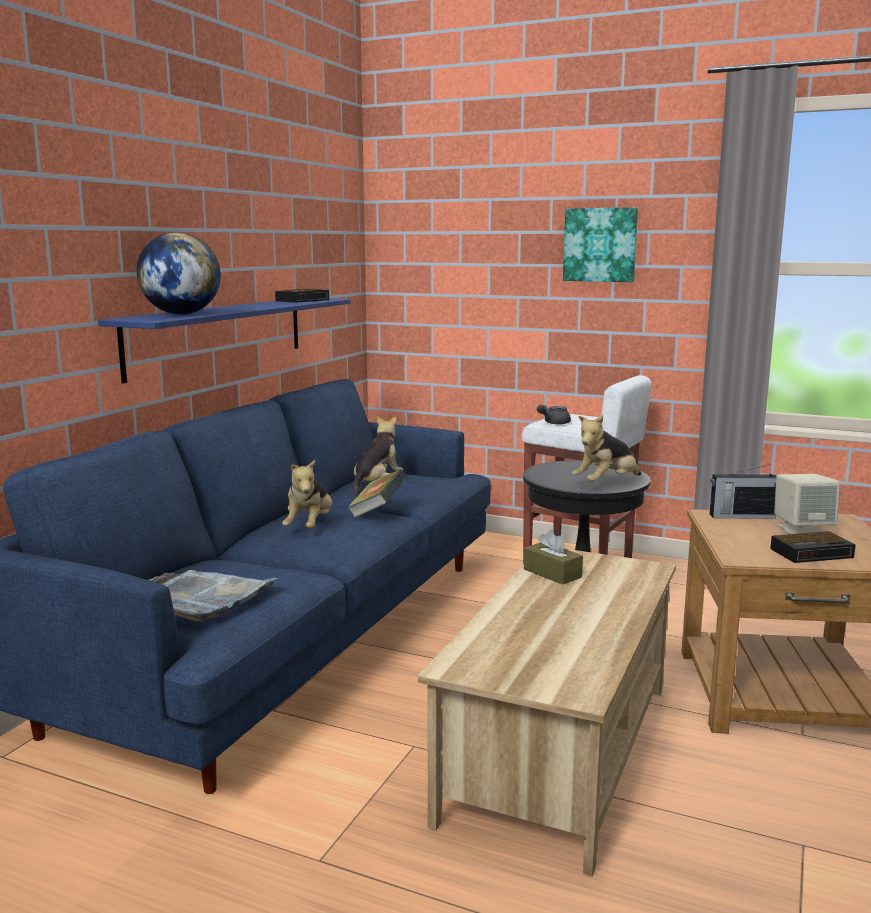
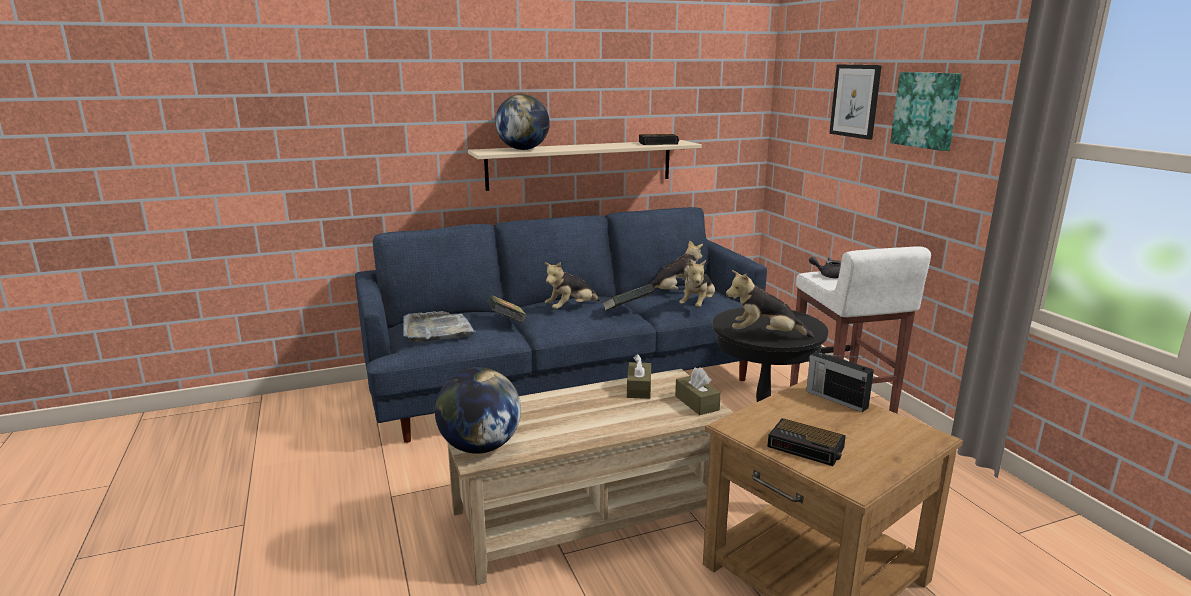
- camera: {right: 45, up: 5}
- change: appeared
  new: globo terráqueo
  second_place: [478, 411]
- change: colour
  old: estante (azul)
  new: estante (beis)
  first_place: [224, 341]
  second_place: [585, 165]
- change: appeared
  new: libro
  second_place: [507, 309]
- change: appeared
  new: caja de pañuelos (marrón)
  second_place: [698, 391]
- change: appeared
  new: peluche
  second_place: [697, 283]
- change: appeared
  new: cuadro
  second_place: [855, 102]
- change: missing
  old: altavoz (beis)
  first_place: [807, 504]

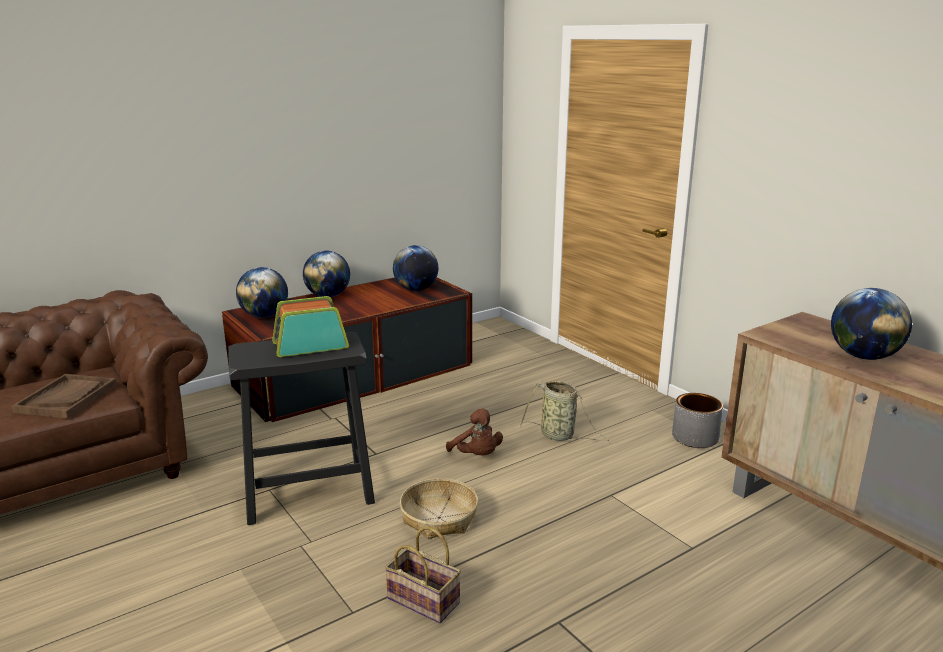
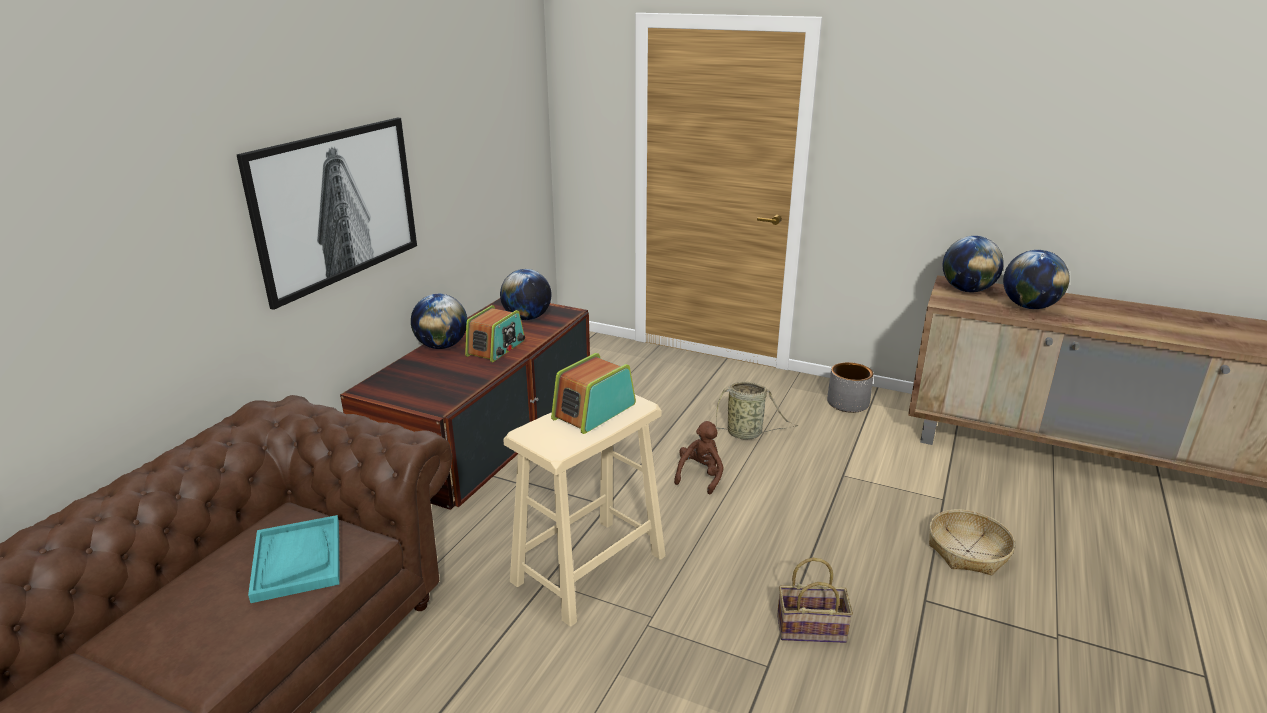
- camera: {right: -30, up: 5}
- change: appeared
  new: cuadro
  second_place: [326, 214]
- change: colour
  old: bandeja (marrón)
  new: bandeja (turquesa)
  first_place: [64, 396]
  second_place: [294, 559]
- change: appeared
  new: radio
  second_place: [495, 333]
- change: colour
  old: taburete (negro)
  new: taburete (beis)
  first_place: [301, 428]
  second_place: [584, 511]
- change: spun
  old: peluche (marrón)
  first_place: [474, 432]
  second_place: [699, 457]
  degrees: -90
- change: relocated
  old: cesta
  first_place: [439, 508]
  second_place: [972, 542]
- change: relocated
  old: globo terráqueo
  first_place: [262, 292]
  second_place: [973, 264]

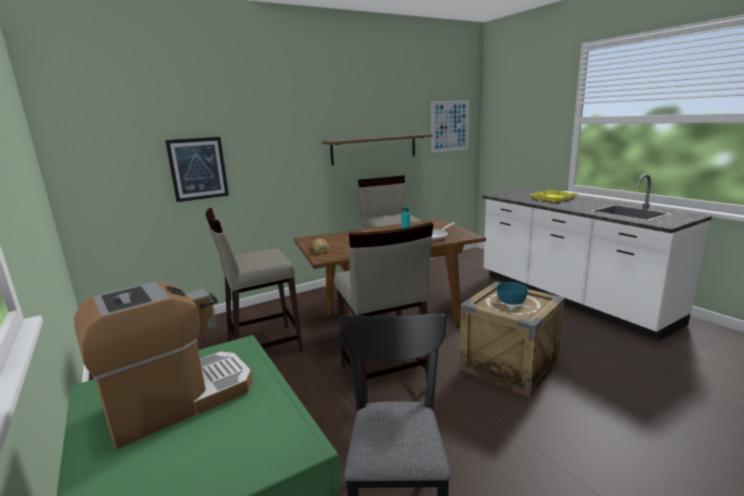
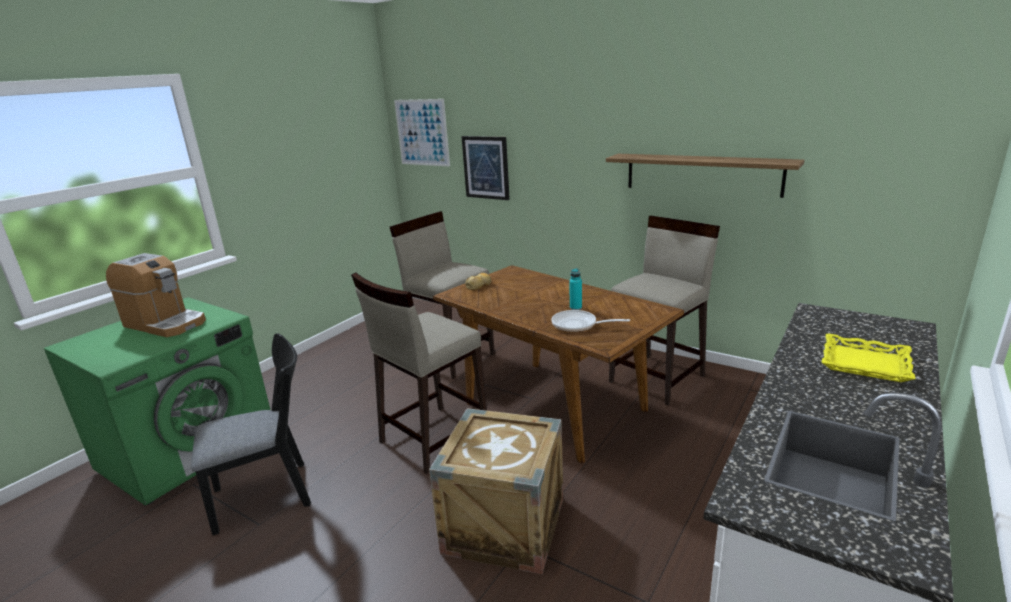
- camera: {right: 65, up: 5}
- change: relocated
  old: cuadro
  first_place: [450, 126]
  second_place: [422, 132]
- change: missing
  old: cuenco (turquesa)
  first_place: [512, 293]

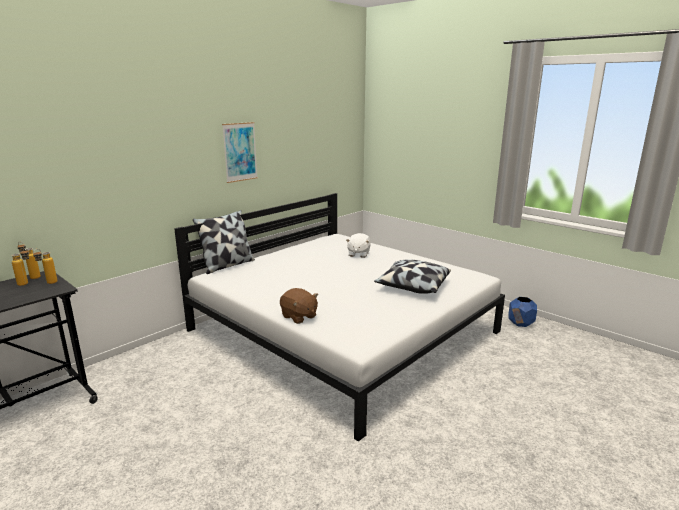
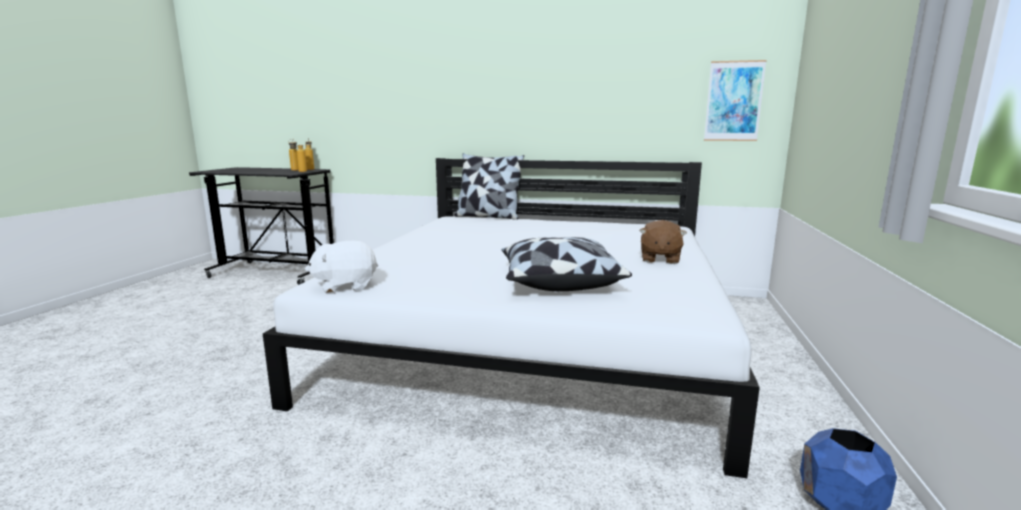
- camera: {right: 60, up: -5}
- change: relocated
  old: peluche (blanco)
  first_place: [358, 245]
  second_place: [341, 267]
- change: relocated
  old: peluche (marrón)
  first_place: [299, 306]
  second_place: [663, 242]
- change: relocated
  old: cuadro
  first_place: [240, 152]
  second_place: [735, 100]

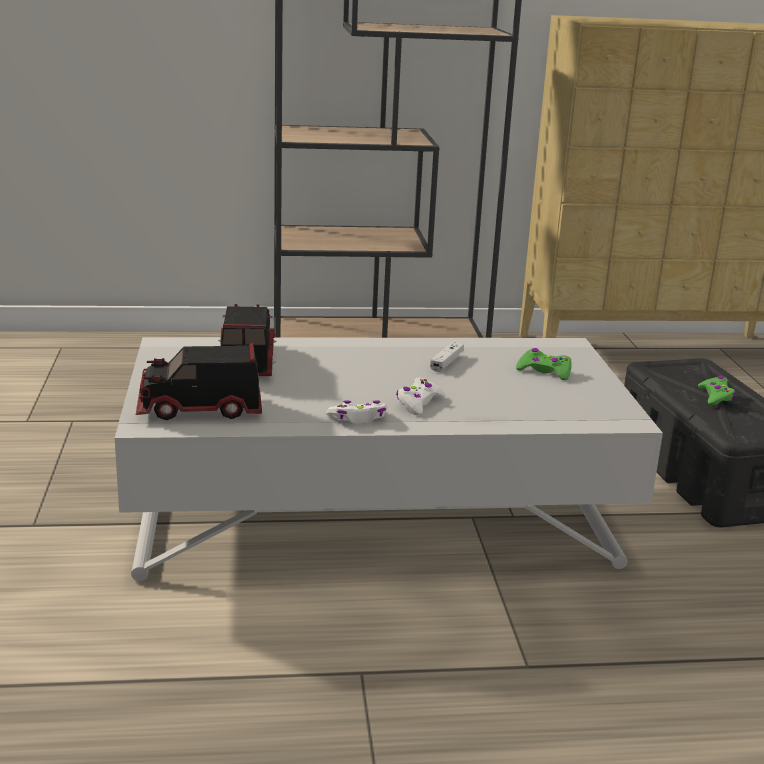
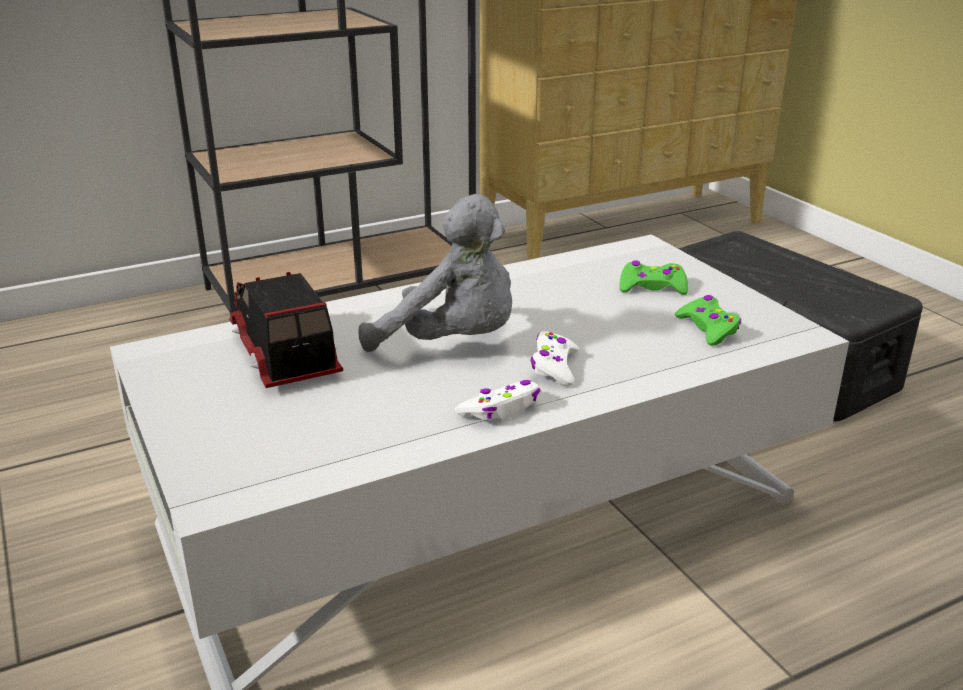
- camera: {right: -20, up: 5}
- change: appeared
  new: peluche (gris)
  second_place: [435, 273]
- change: relocated
  old: mando de consola (verde)
  first_place: [716, 390]
  second_place: [708, 320]
- change: missing
  old: camión de juguete
  first_place: [199, 381]
- change: missing
  old: mando de consola (blanco)
  first_place: [447, 357]

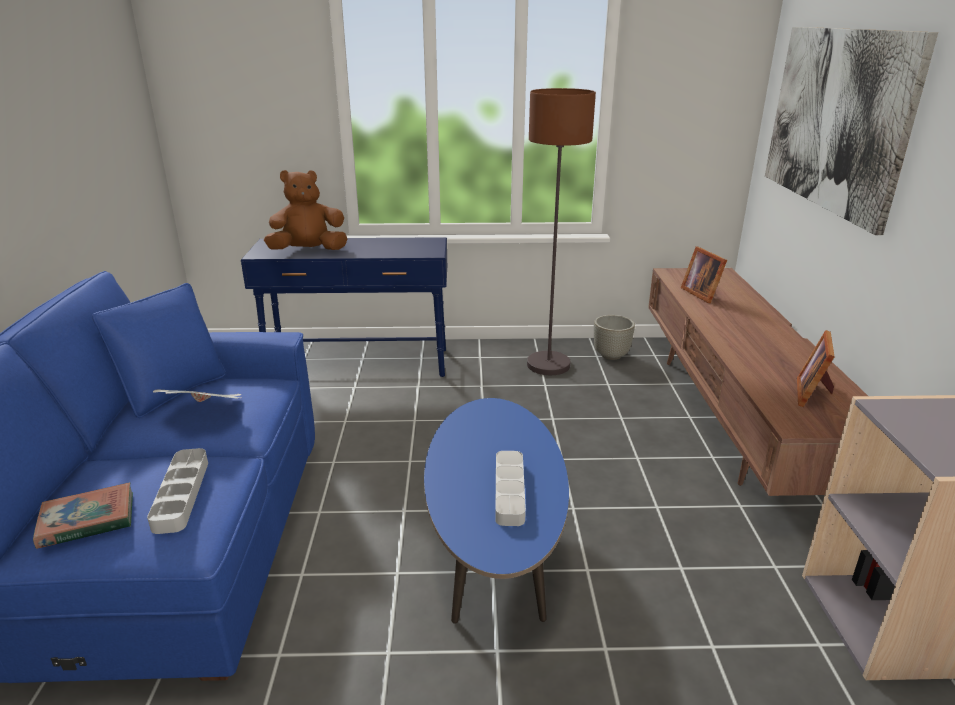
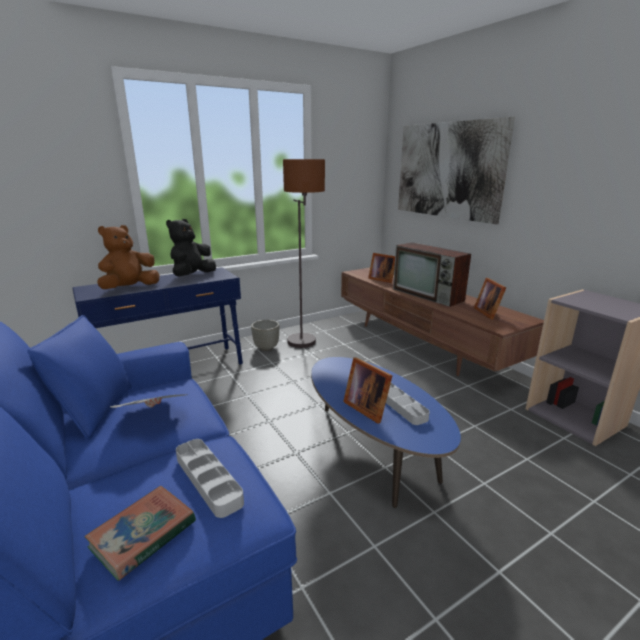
- camera: {right: -30, up: -5}
- change: appeared
  new: peluche (negro)
  second_place: [191, 247]
- change: relocated
  old: maceta (gris)
  first_place: [614, 337]
  second_place: [265, 335]
- change: appeared
  new: portarretratos
  second_place: [367, 390]
- change: appeared
  new: televisor
  second_place: [432, 274]

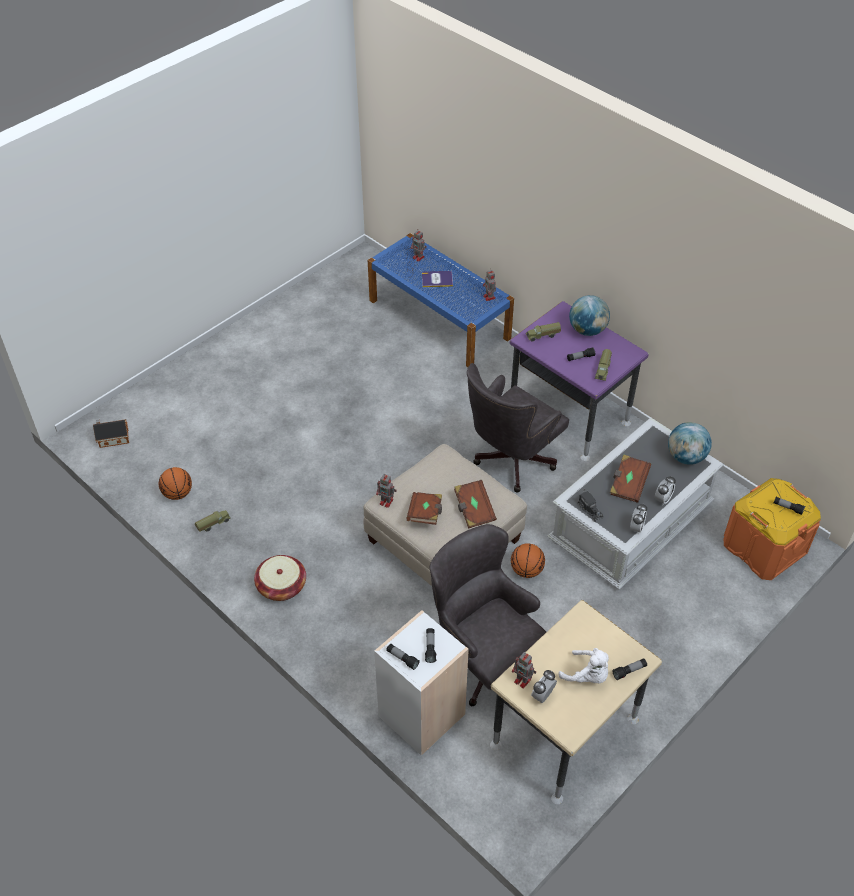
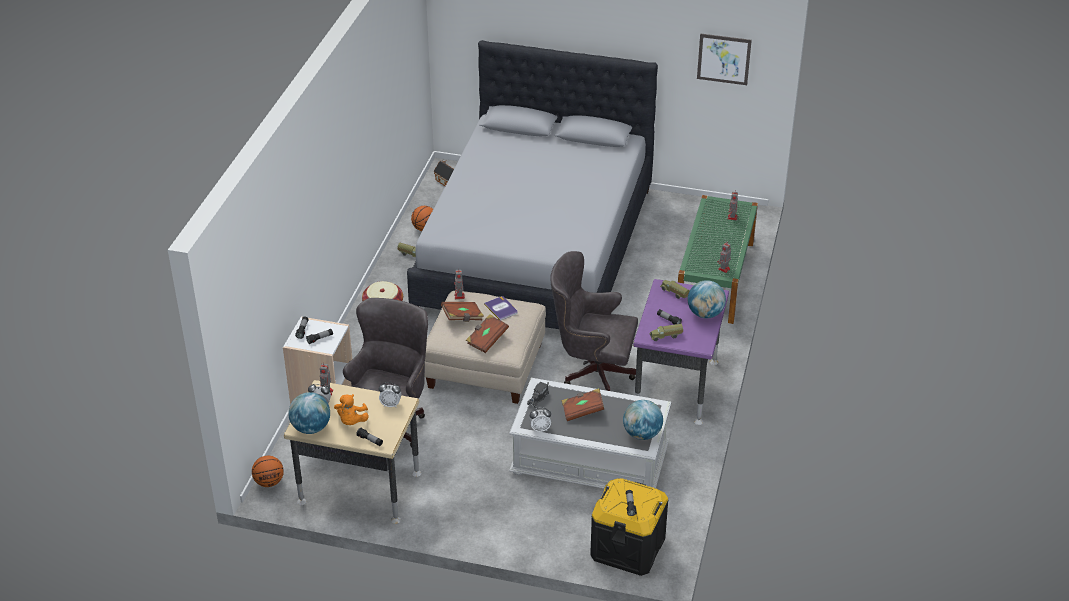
- camera: {right: 60, up: -10}
- change: relocated
  old: balón de baloncesto
  first_place: [528, 560]
  second_place: [268, 471]
- change: appeared
  new: globo terráqueo
  second_place: [309, 413]
- change: colour
  old: peluche (blanco)
  new: peluche (naranja)
  first_place: [583, 665]
  second_place: [351, 409]
- change: relocated
  old: despertador
  first_place: [665, 490]
  second_place: [390, 395]
- change: appeared
  new: cama (gris)
  second_place: [532, 184]
- change: relocated
  old: libro
  first_place: [437, 279]
  second_place: [500, 308]
- change: colour
  old: caja de almacenaje (naranja)
  new: caja de almacenaje (negro)
  first_place: [772, 529]
  second_place: [629, 527]
- change: colour
  old: banco (azul)
  new: banco (verde)
  first_place: [441, 300]
  second_place: [718, 259]
- change: appeared
  new: cuadro
  second_place: [724, 59]

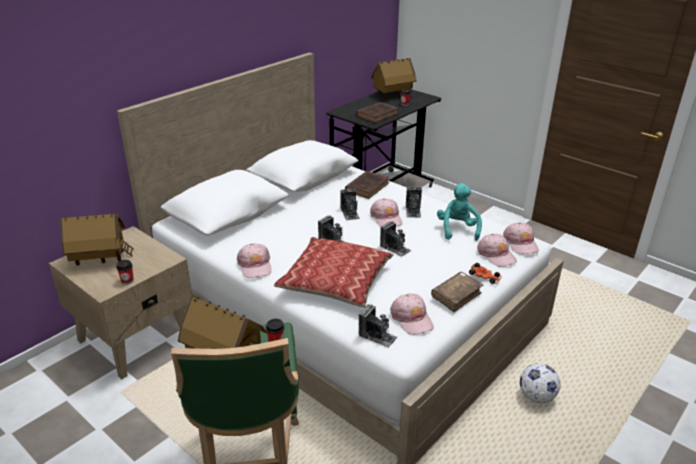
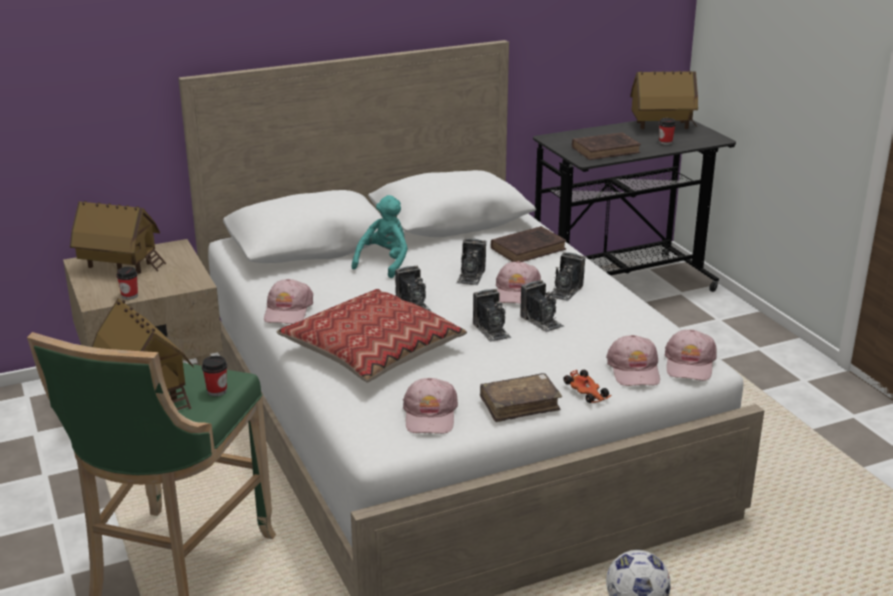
- camera: {right: 25, up: -5}
- change: relocated
  old: peluche (turquesa)
  first_place: [459, 212]
  second_place: [380, 236]
- change: relocated
  old: cámara
  first_place: [377, 326]
  second_place: [542, 306]

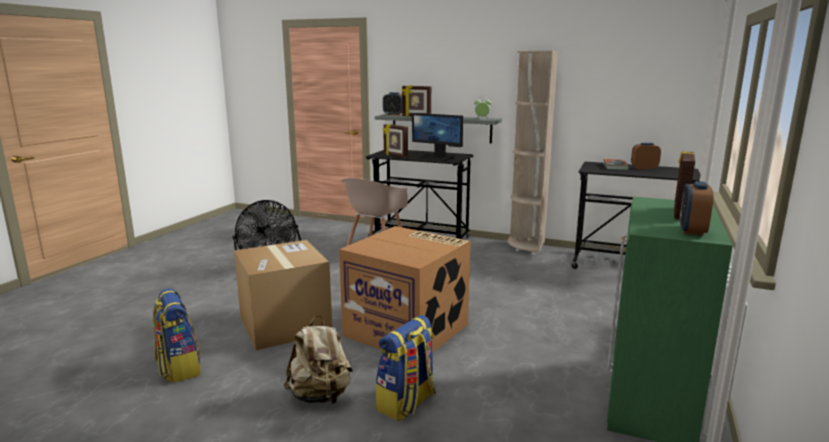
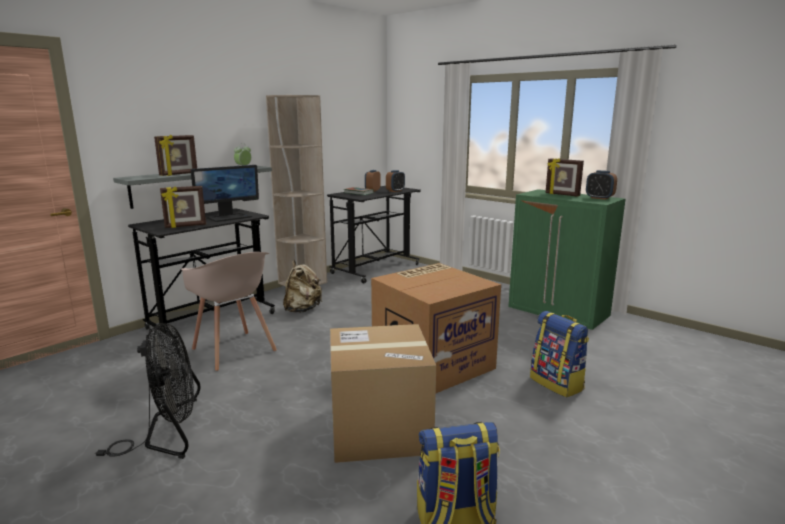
- camera: {right: -70, up: 0}
- change: relocated
  old: mochila (beis)
  first_place: [318, 359]
  second_place: [302, 286]
- change: relocated
  old: despertador
  first_place: [392, 103]
  second_place: [395, 181]

